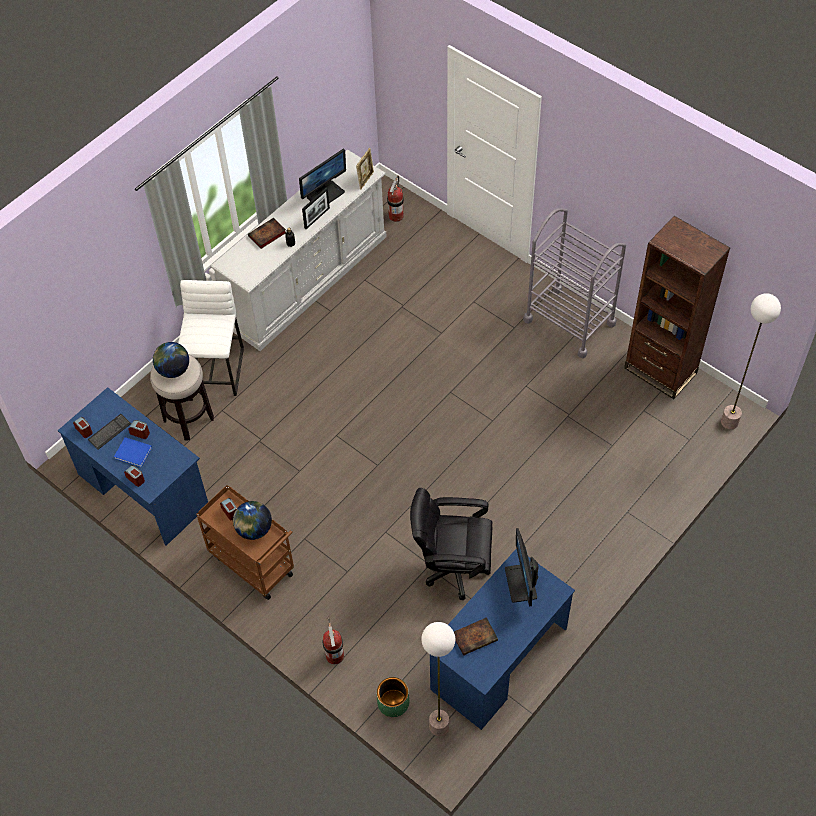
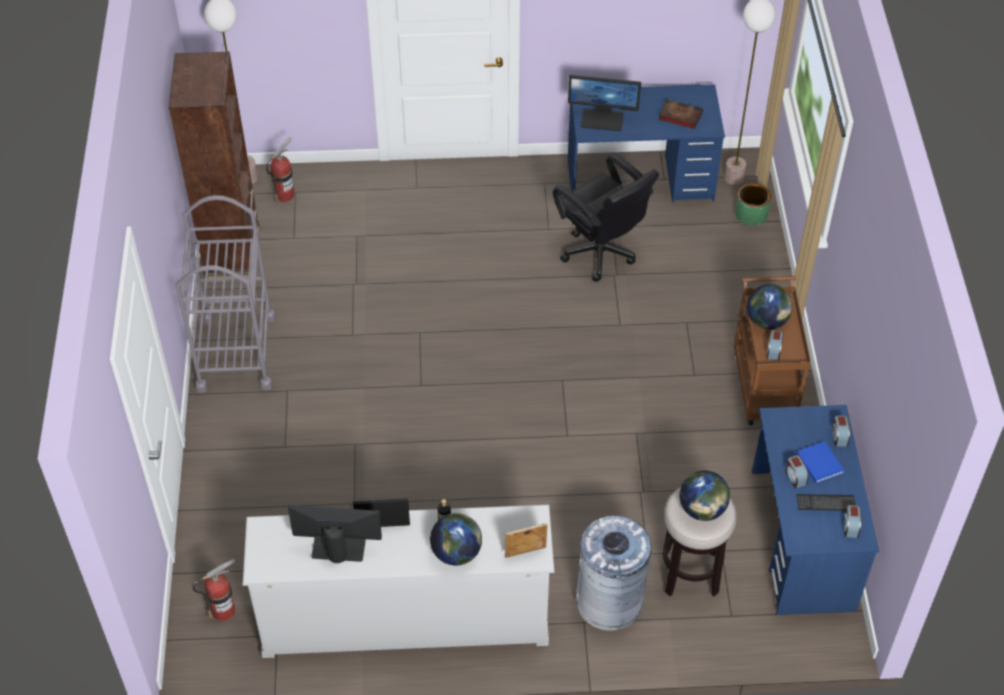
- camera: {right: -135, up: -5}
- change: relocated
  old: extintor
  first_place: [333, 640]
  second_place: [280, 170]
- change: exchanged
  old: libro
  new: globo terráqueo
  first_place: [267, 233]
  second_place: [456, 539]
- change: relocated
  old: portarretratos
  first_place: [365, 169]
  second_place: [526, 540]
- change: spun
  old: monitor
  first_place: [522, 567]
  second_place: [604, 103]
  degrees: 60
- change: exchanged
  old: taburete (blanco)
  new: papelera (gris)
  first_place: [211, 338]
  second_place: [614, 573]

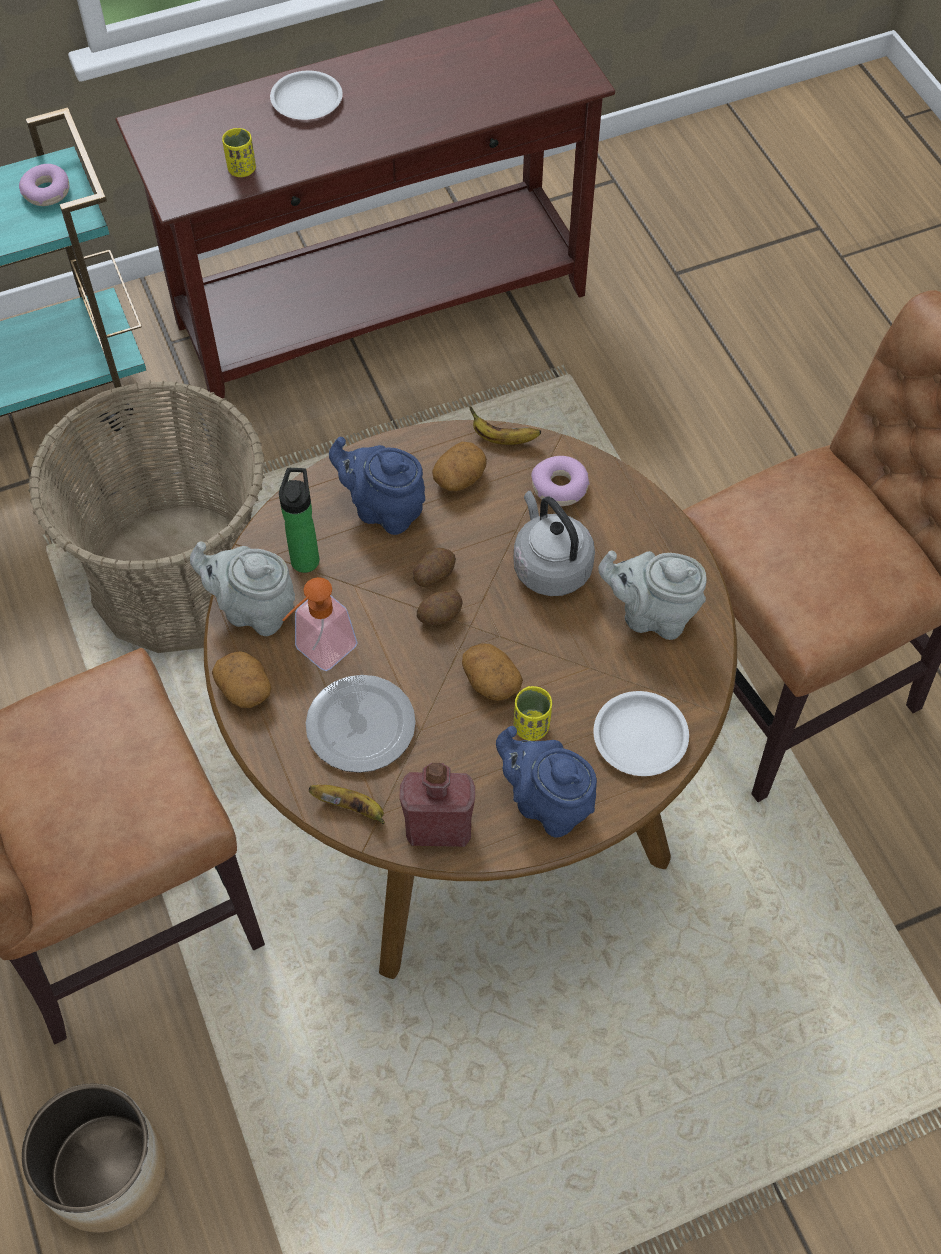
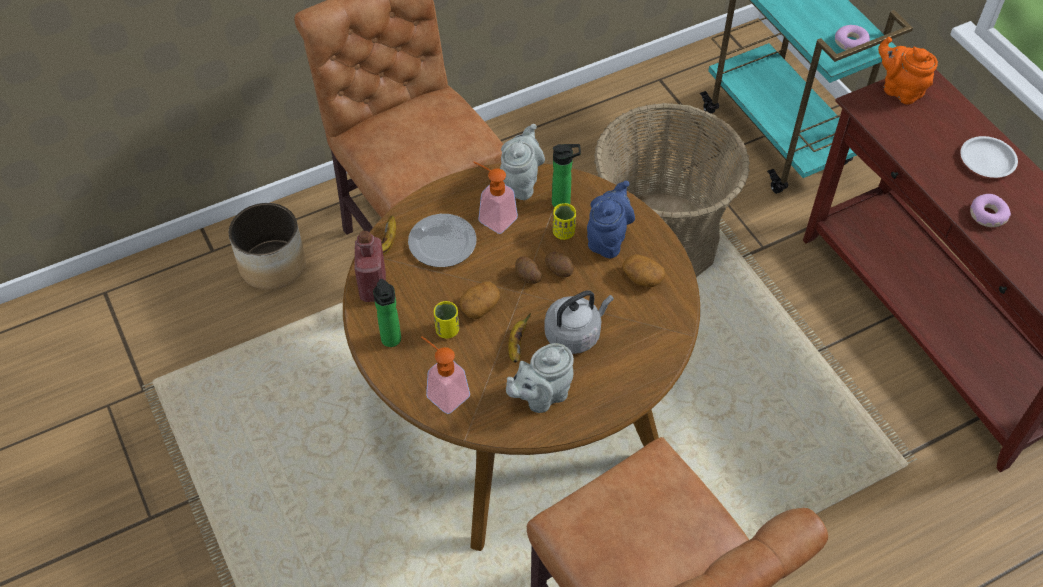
- camera: {right: 85, up: -5}
- change: exchanged
  old: tetera (azul)
  new: botella
  first_place: [546, 782]
  second_place: [387, 313]
- change: exchanged
  old: plato (blanco)
  new: dispensador de jabón
  first_place: [641, 733]
  second_place: [445, 375]
- change: spun
  old: tetera (gris)
  first_place: [652, 595]
  second_place: [540, 378]
  degrees: -135
- change: relocated
  old: plátano
  first_place: [505, 425]
  second_place: [519, 338]
- change: relocated
  old: taza (amarillo)
  first_place: [239, 152]
  second_place: [564, 221]
- change: appeared
  new: tetera (naranja)
  second_place: [908, 70]
- change: relocated
  old: rosquilla
  first_place: [560, 481]
  second_place: [990, 210]
- change: missing
  old: patata
  first_place: [241, 679]

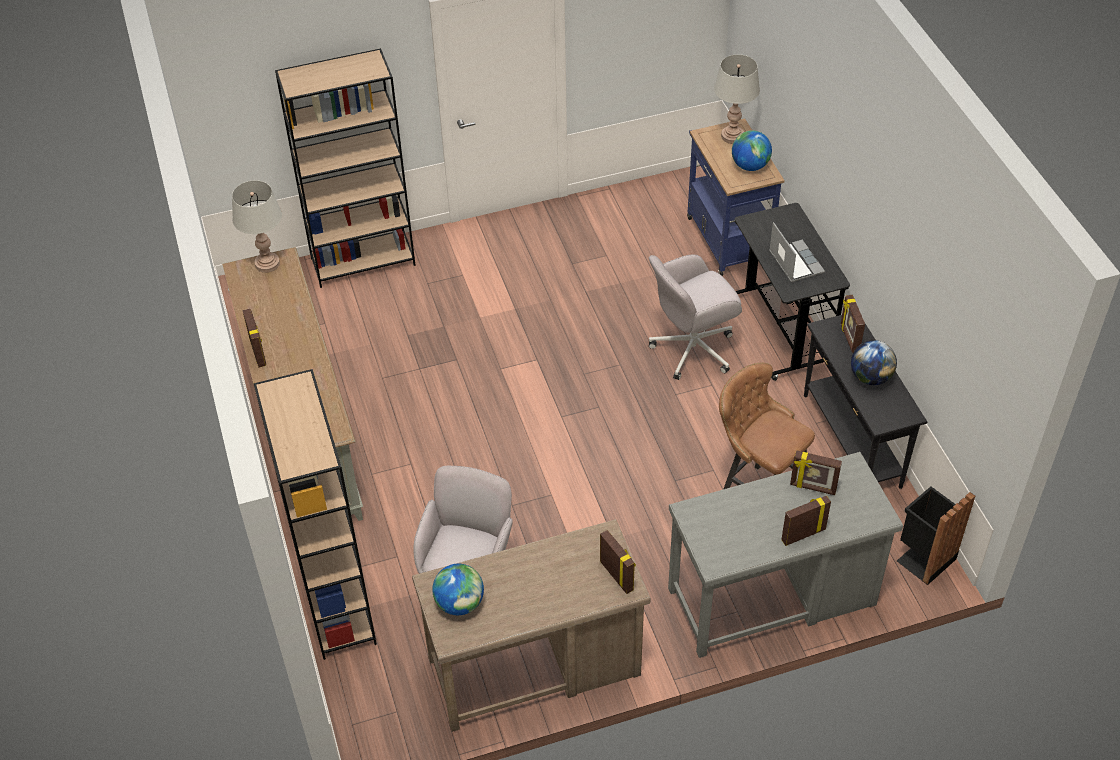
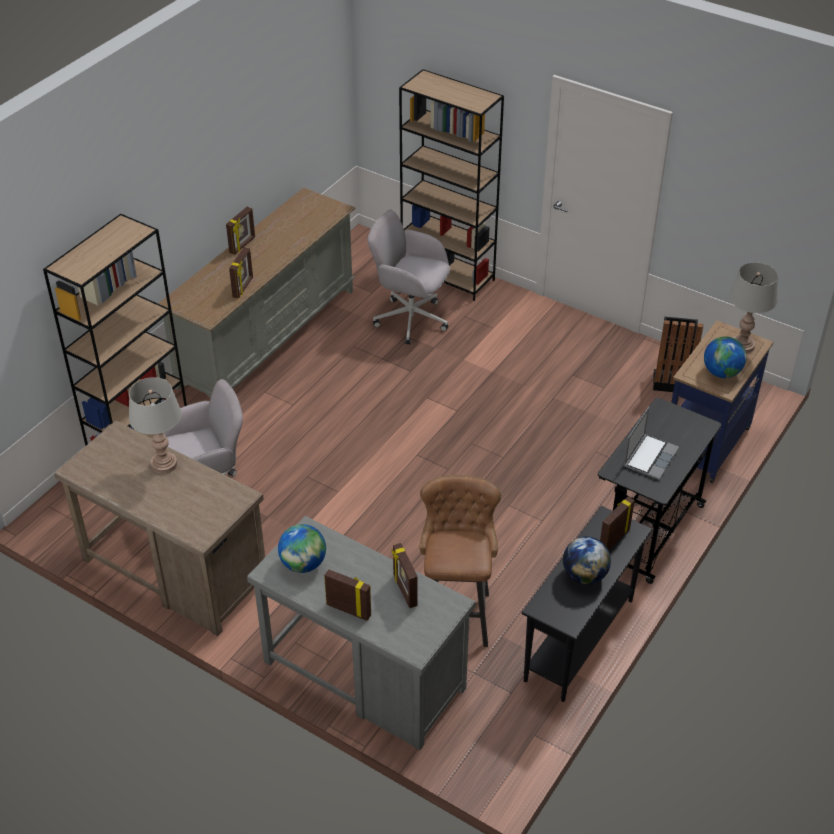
- camera: {right: 50, up: -5}
- change: relocated
  old: lámpara de mesa (gris)
  first_place: [257, 226]
  second_place: [155, 425]
- change: relocated
  old: portarretratos
  first_place: [618, 562]
  second_place: [241, 273]
- change: relocated
  old: globo terráqueo
  first_place: [458, 589]
  second_place: [302, 548]
- change: relocated
  old: silla de oficina (gris)
  first_place: [695, 317]
  second_place: [408, 277]
- change: relocated
  old: papelera (negro)
  first_place: [936, 535]
  second_place: [678, 354]

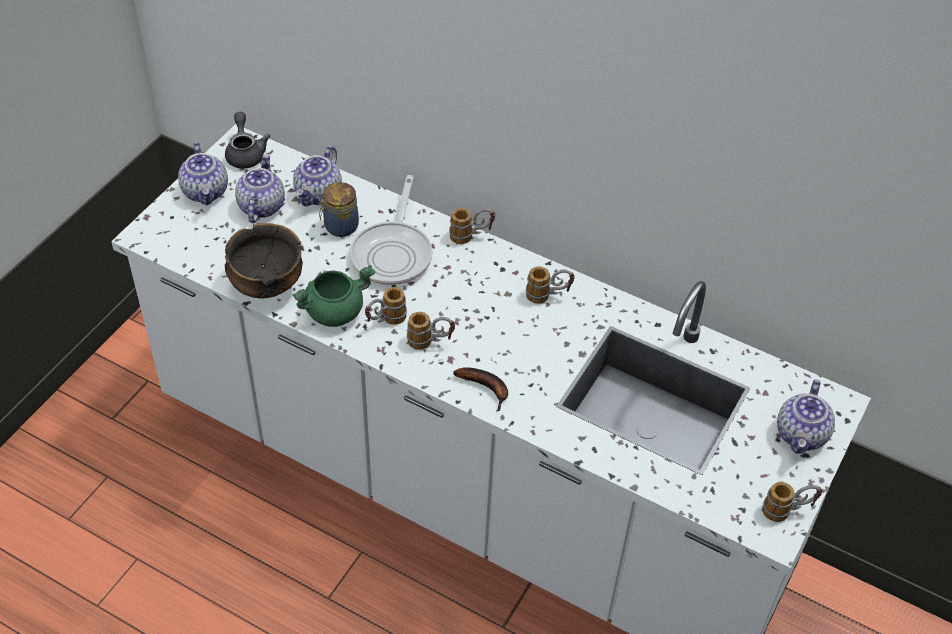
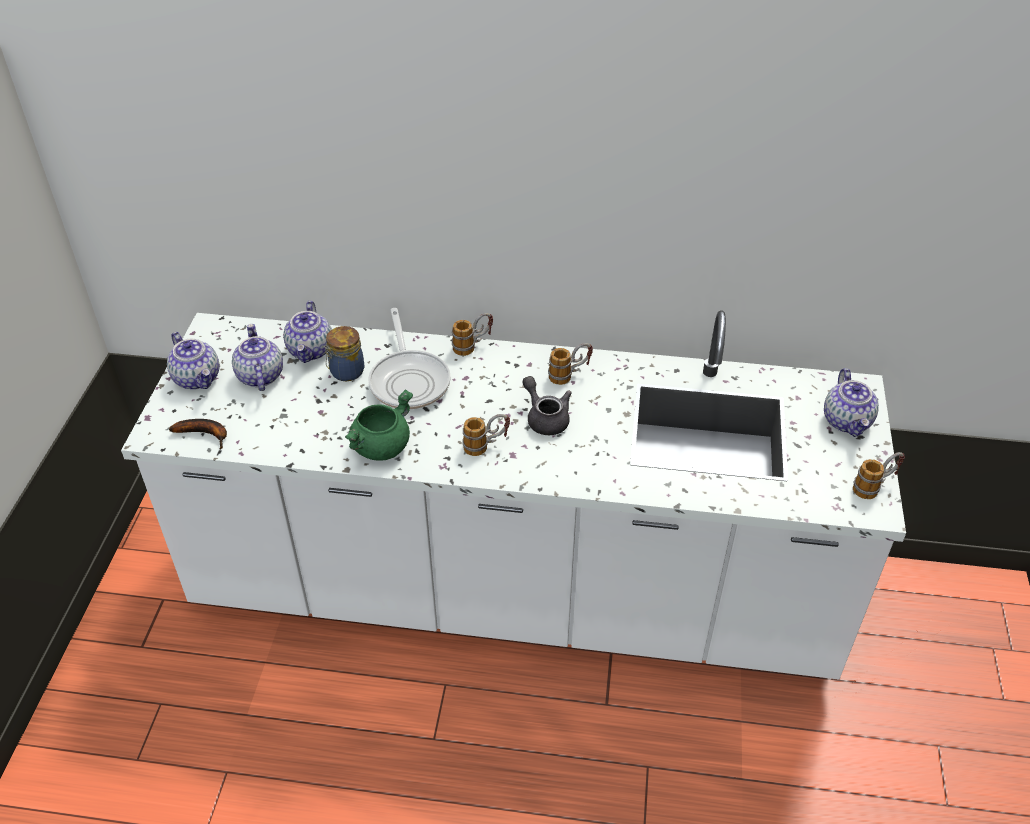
- camera: {right: -20, up: -5}
- change: relocated
  old: plátano
  first_place: [480, 389]
  second_place: [198, 434]
- change: relocated
  old: tetera (gris)
  first_place: [247, 140]
  second_place: [547, 405]
- change: missing
  old: cuenco
  first_place: [264, 260]
- change: missing
  old: taza grande
  first_place: [386, 306]

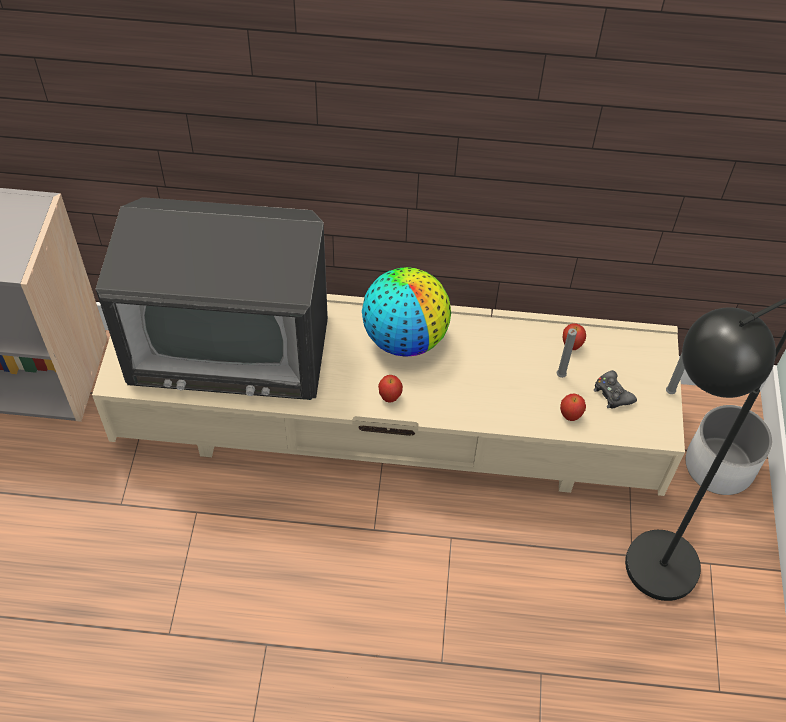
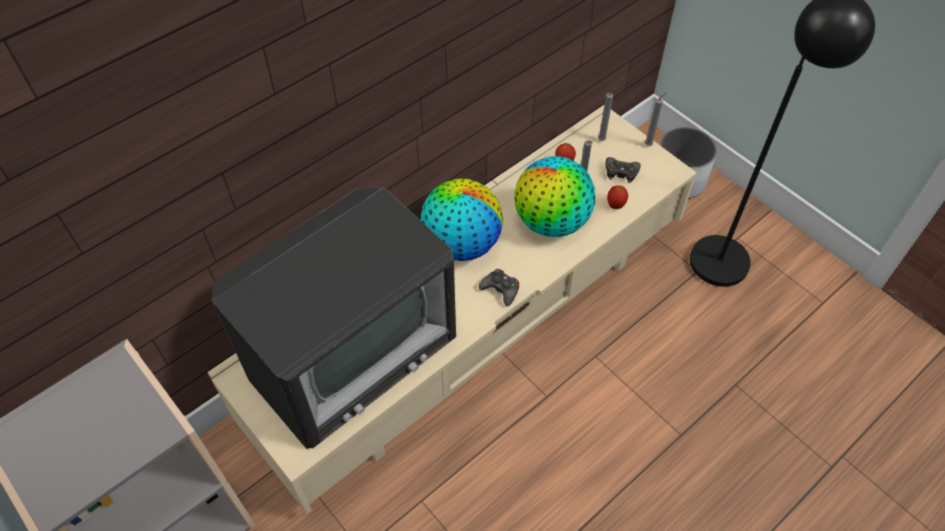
- camera: {right: -45, up: 0}
- change: exchanged
  old: manzana
  new: mando de consola (negro)
  first_place: [390, 389]
  second_place: [499, 287]
- change: appeared
  new: globo terráqueo
  second_place: [555, 196]
- change: appeared
  new: vela (gris)
  second_place: [605, 117]

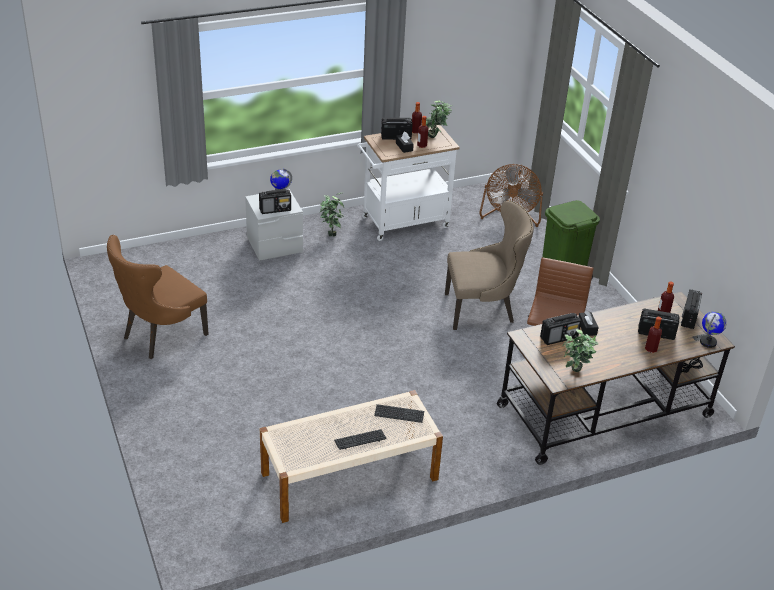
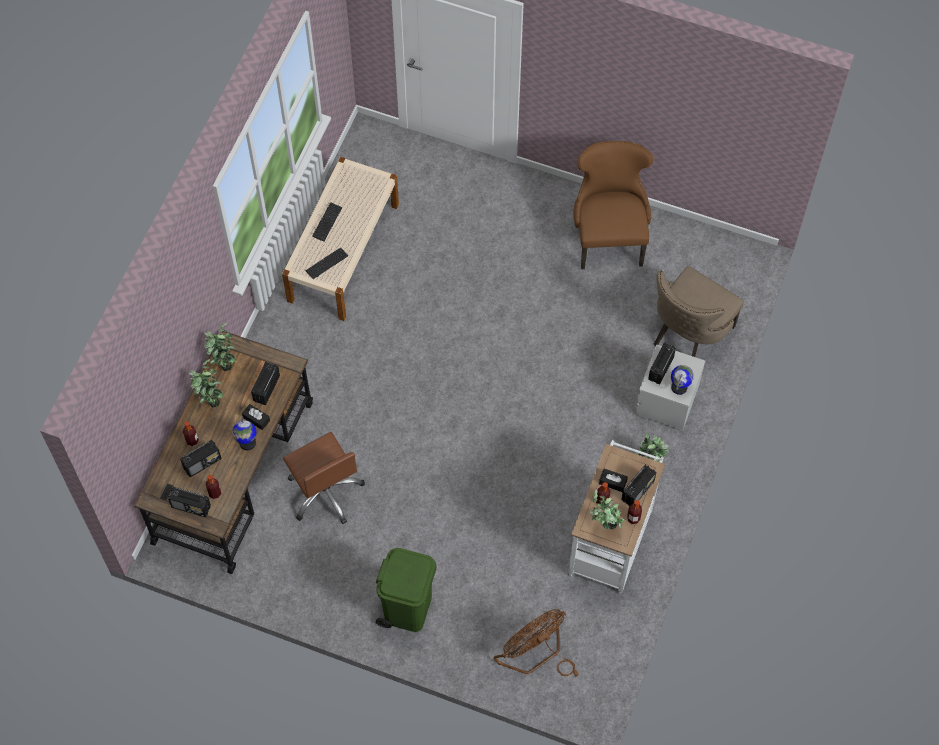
- camera: {right: 135, up: 25}
- change: spun
  old: radio
  first_place: [691, 309]
  second_place: [189, 502]
  degrees: 135
- change: appeared
  new: planta en maceta
  second_place: [206, 383]
- change: relocated
  old: globo terráqueo
  first_place: [713, 329]
  second_place: [244, 433]
- change: relocated
  old: silla (beis)
  first_place: [489, 265]
  second_place: [699, 311]

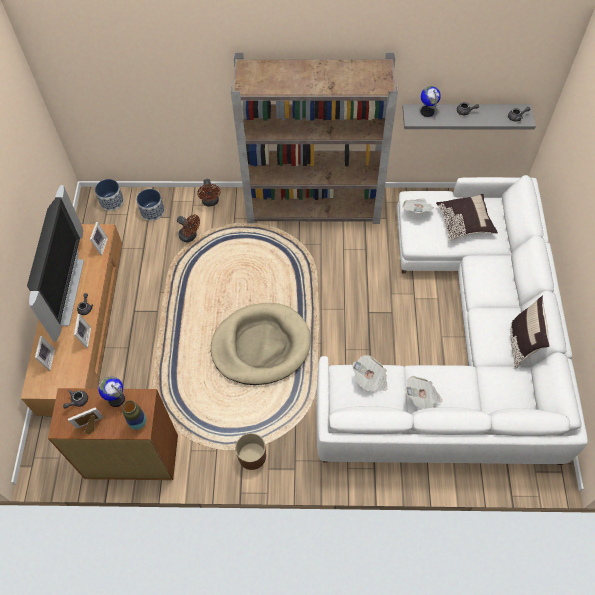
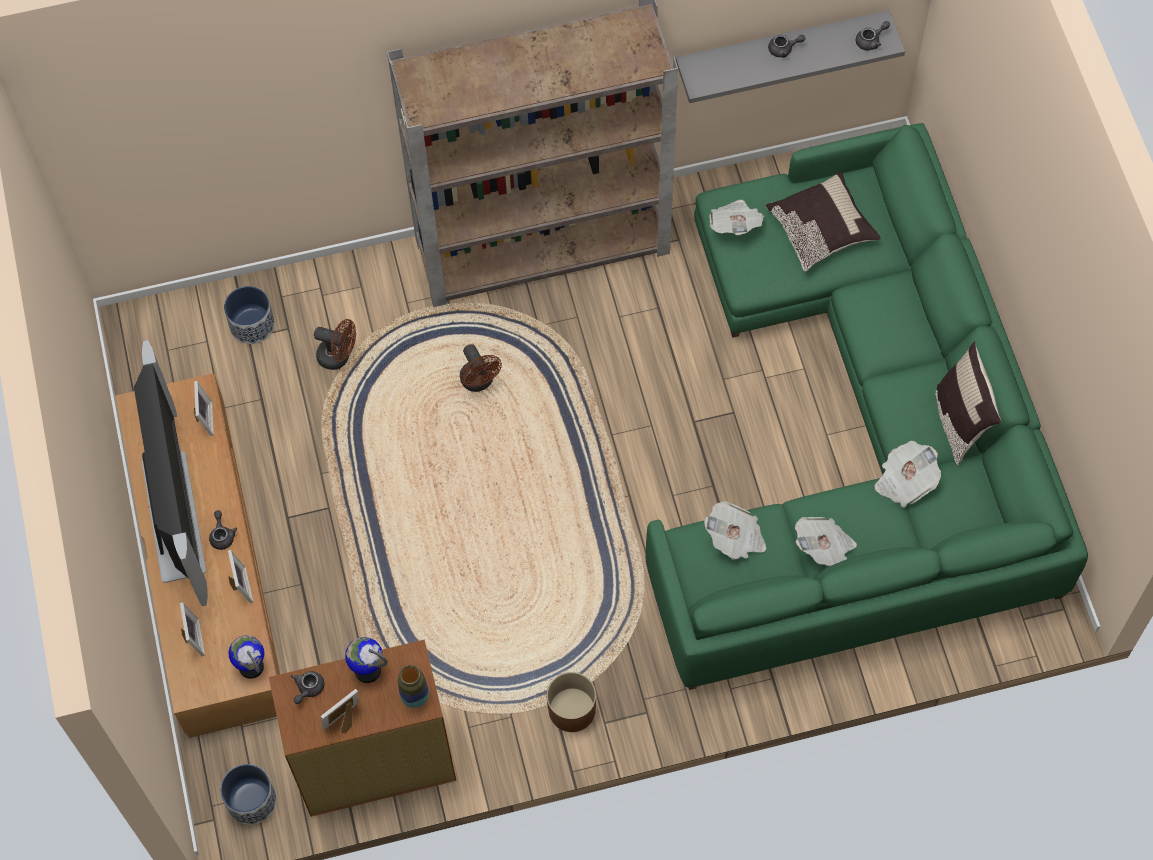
- camera: {right: -15, up: 5}
- change: relocated
  old: maceta
  first_place: [109, 195]
  second_place: [248, 794]
- change: relocated
  old: globo terráqueo
  first_place: [431, 101]
  second_place: [246, 657]
- change: relocated
  old: ventilador (marrón)
  first_place: [208, 192]
  second_place: [481, 368]
- change: colour
  old: sofá (blanco)
  new: sofá (verde)
  first_place: [452, 320]
  second_place: [867, 406]
- change: appeared
  new: periódico
  second_place: [907, 474]
- change: missing
  old: cama para perro (beis)
  first_place: [261, 344]

